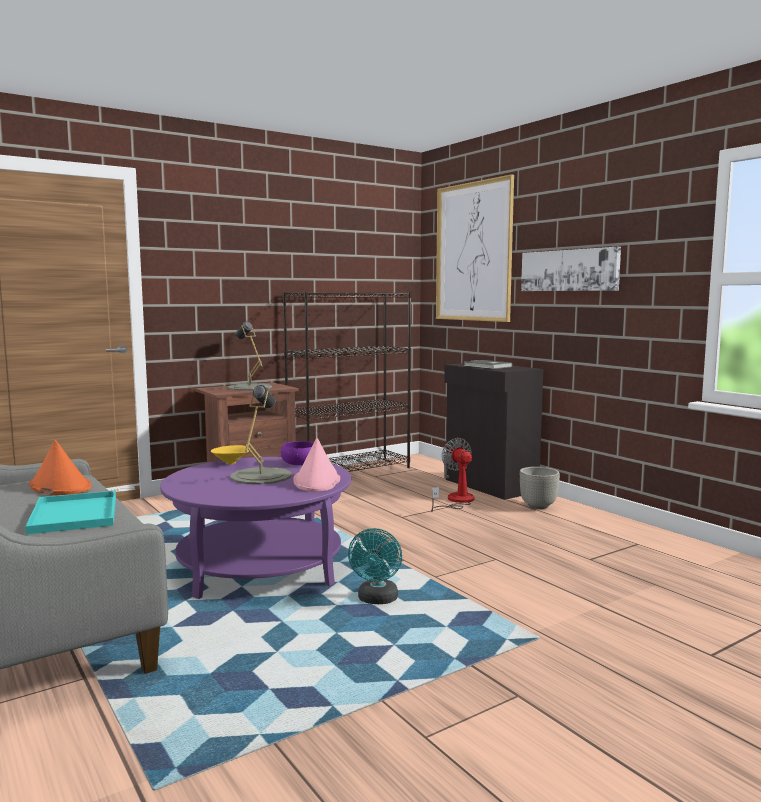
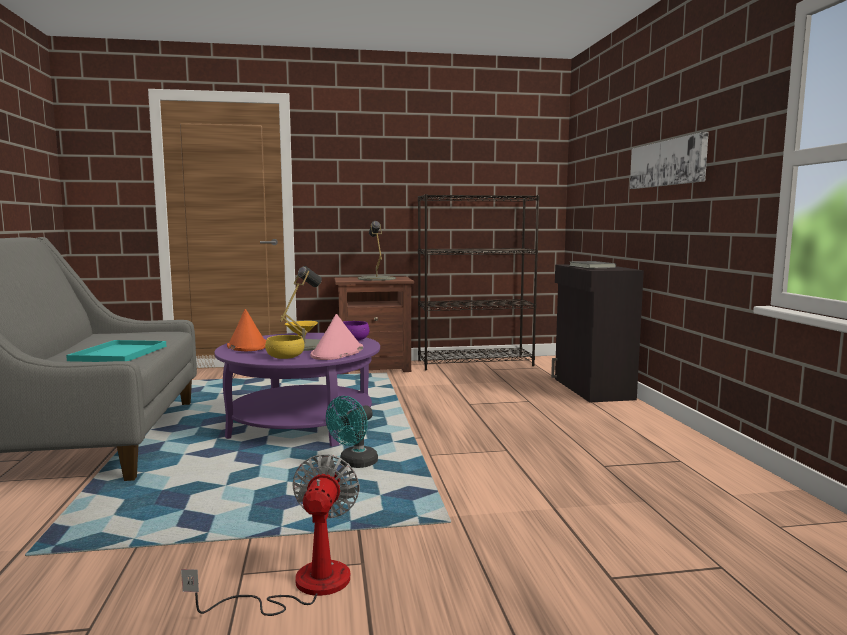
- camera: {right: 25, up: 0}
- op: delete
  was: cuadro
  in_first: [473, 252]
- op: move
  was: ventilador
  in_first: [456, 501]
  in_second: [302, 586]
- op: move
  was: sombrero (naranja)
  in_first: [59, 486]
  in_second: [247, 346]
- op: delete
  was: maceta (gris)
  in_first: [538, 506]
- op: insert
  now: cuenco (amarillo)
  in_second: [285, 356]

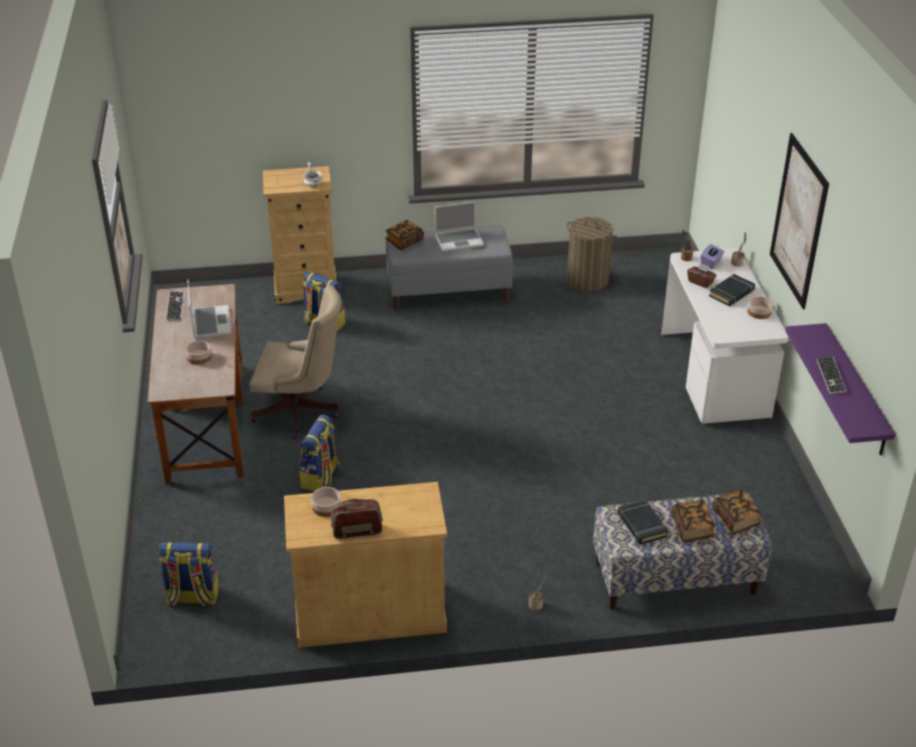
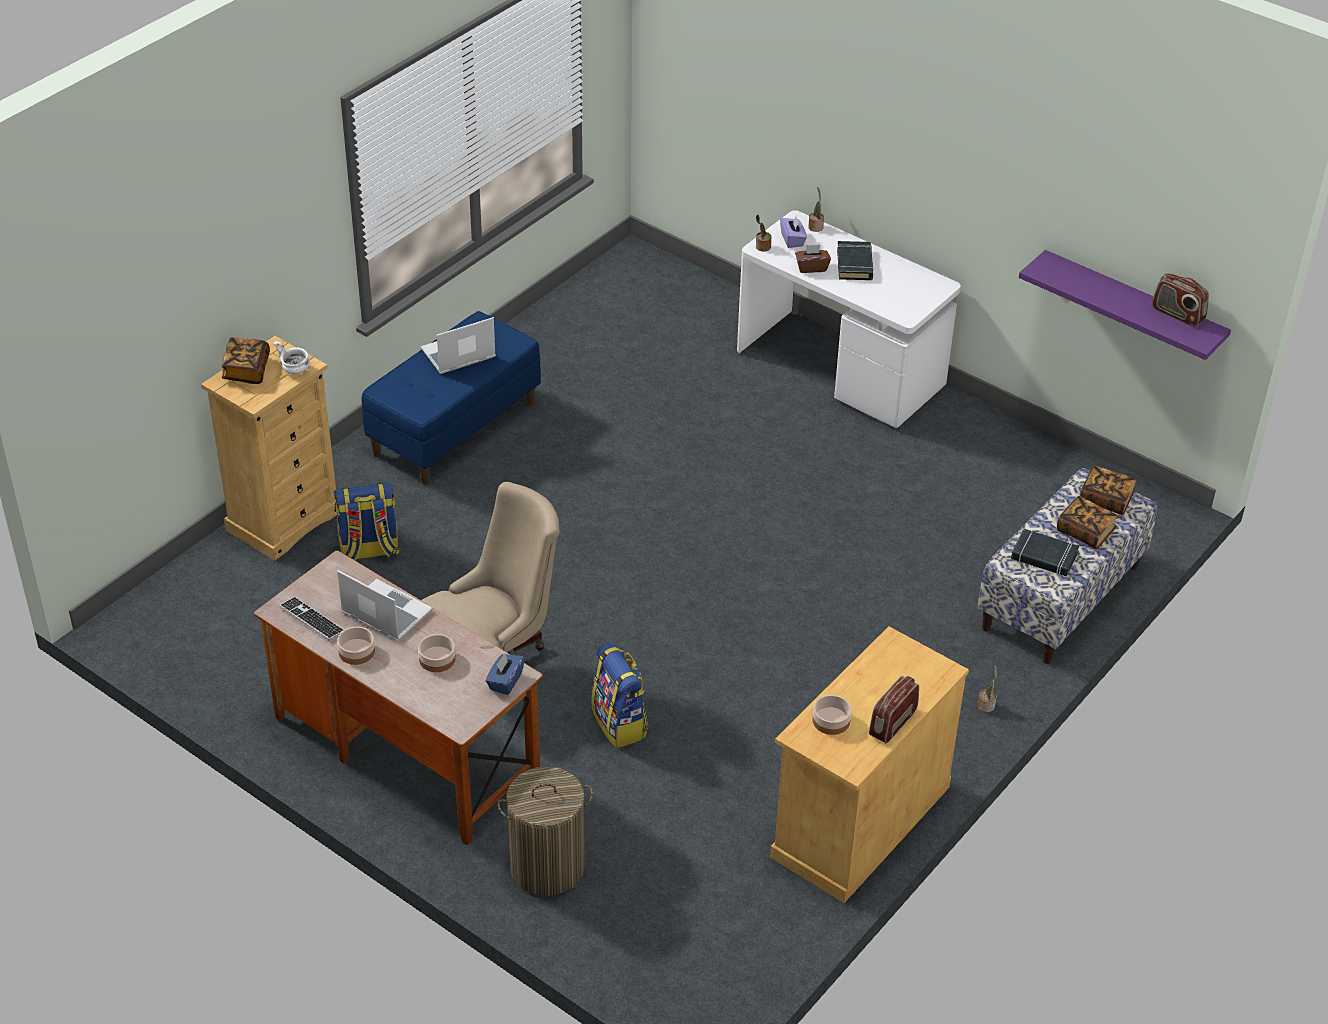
- camera: {right: -45, up: 5}
- op: delete
  was: cuadro
  in_first: [798, 221]
- op: rotate
  was: portátil
  in_first: [459, 240]
  in_second: [458, 354]
  clockwise: -150
- op: move
  was: cesto de la ropa
  in_first: [588, 280]
  in_second: [547, 866]
- op: move
  was: libro
  in_first: [404, 242]
  in_second: [246, 370]
- op: recolor
  was: banco (gris)
  now: banco (azul)
  in_first: [449, 291]
  in_second: [455, 428]
- op: move
  was: cuenco
  in_first: [759, 312]
  in_second: [357, 651]
- op: delete
  was: teclado
  in_first: [831, 376]
- op: delete
  was: mochila
  in_first: [192, 596]
- op: insert
  now: radio
  in_second: [1177, 315]
- op: insert
  now: caja de pañuelos (azul)
  in_second: [505, 682]

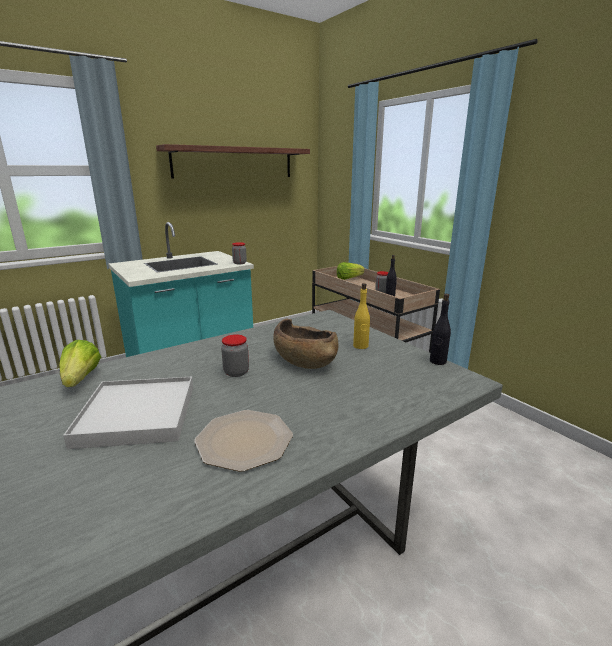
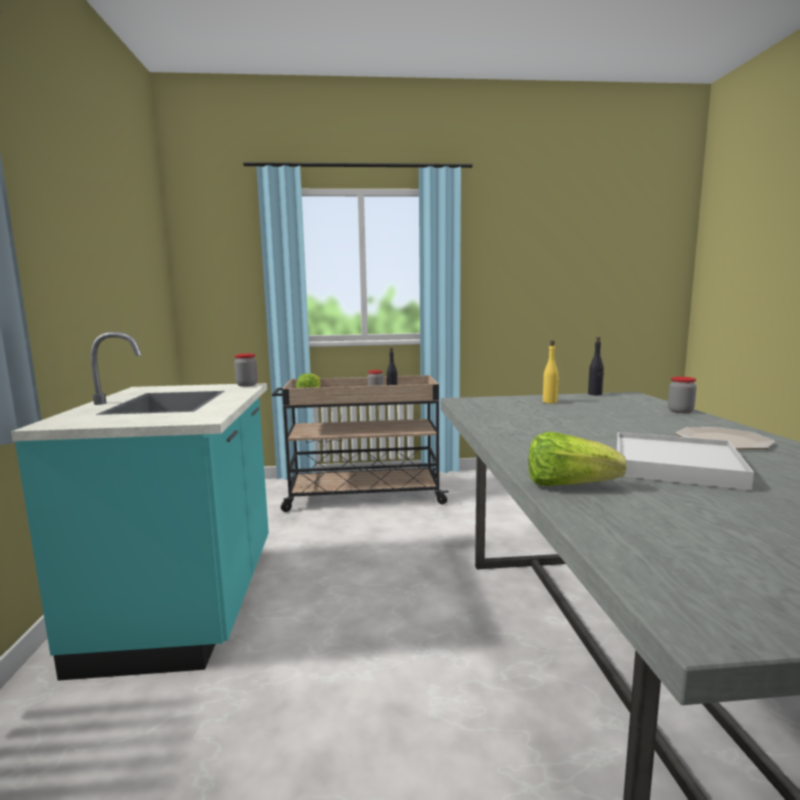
- camera: {right: -60, up: -10}
- op: delete
  was: estante
  in_first: [234, 162]
- op: delete
  was: cuenco (marrón)
  in_first: [304, 359]
- op: move
  was: tarro
  in_first: [236, 372]
  in_second: [680, 411]

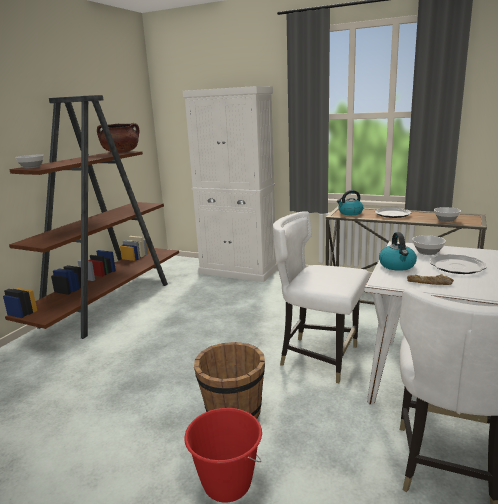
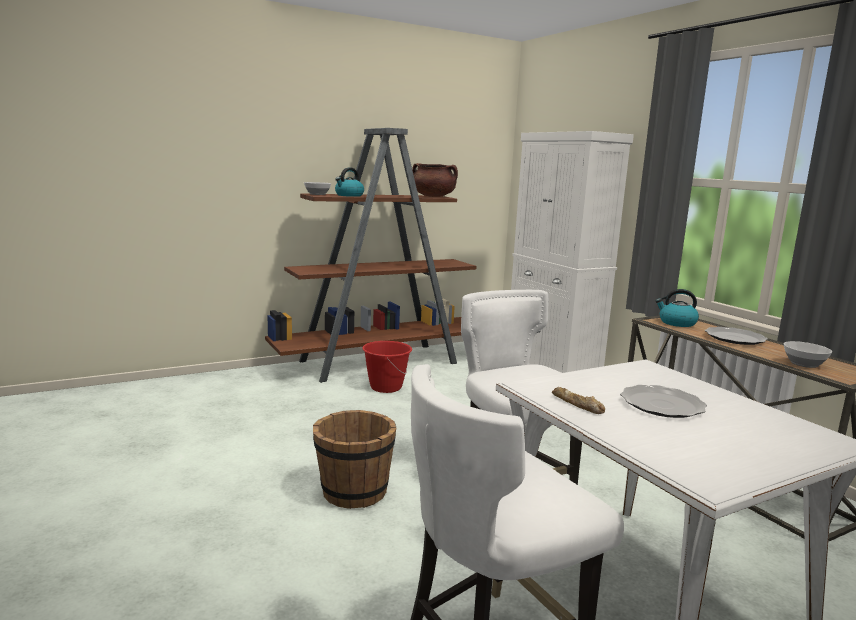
- camera: {right: 35, up: -5}
- op: move
  was: hervidor
  in_first: [397, 266]
  in_second: [349, 195]
- op: delete
  was: cuenco
  in_first: [427, 252]
- op: move
  was: cubo (rojo)
  in_first: [227, 484]
  in_second: [385, 387]

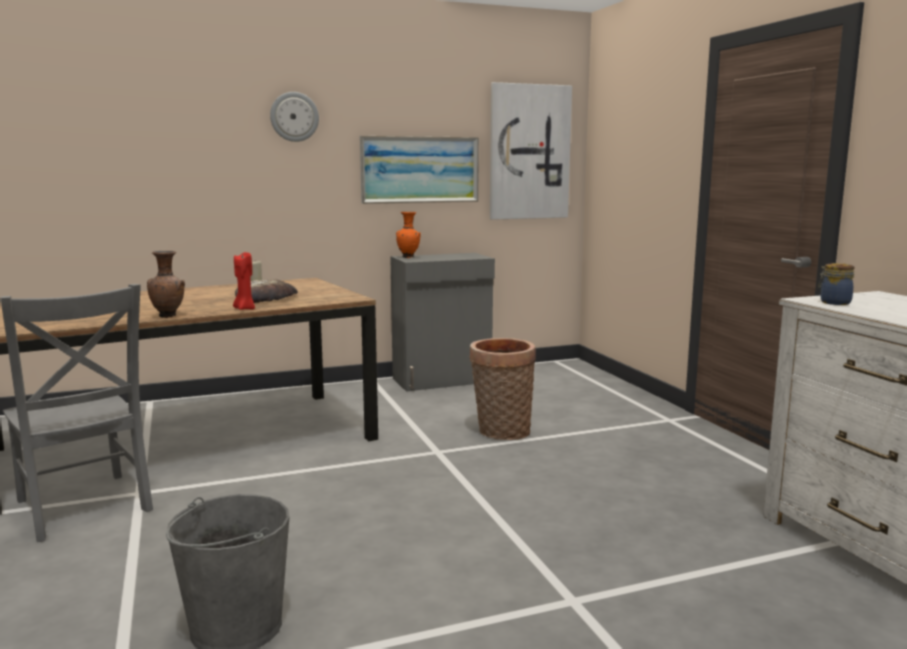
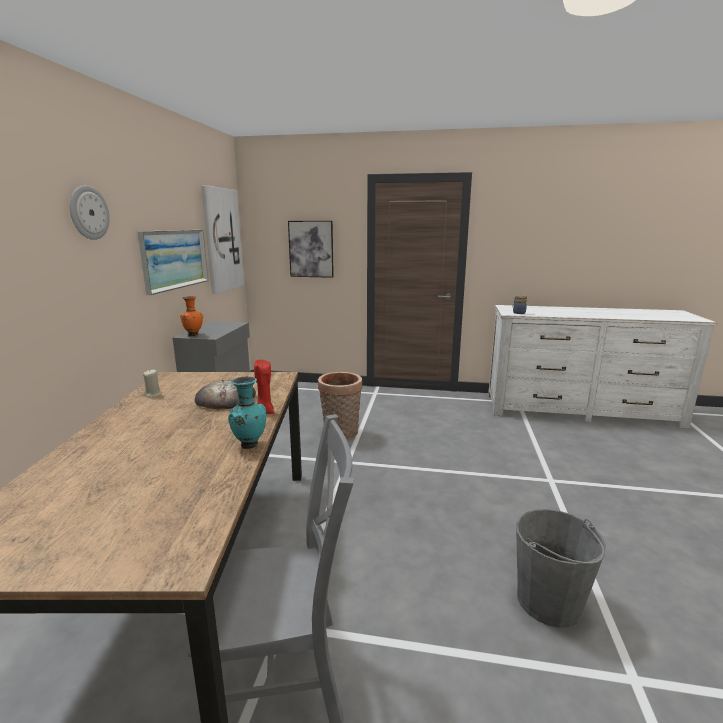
- camera: {right: -60, up: 5}
- op: recolor
  was: florero (marrón)
  now: florero (turquesa)
  in_first: [169, 316]
  in_second: [249, 445]
- op: insert
  now: cuadro
  in_second: [311, 249]

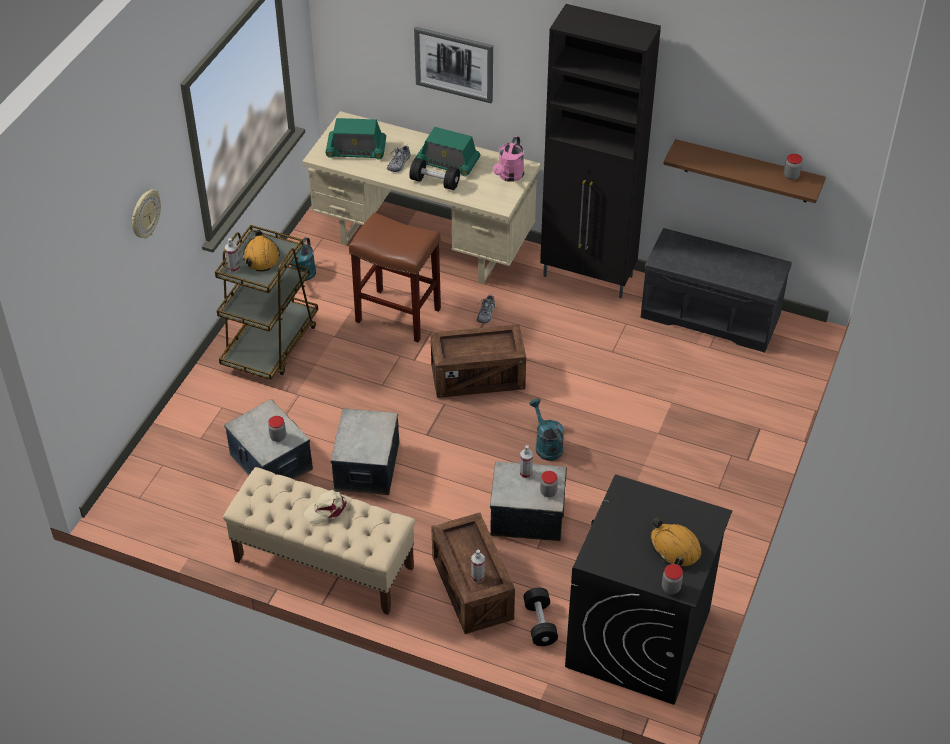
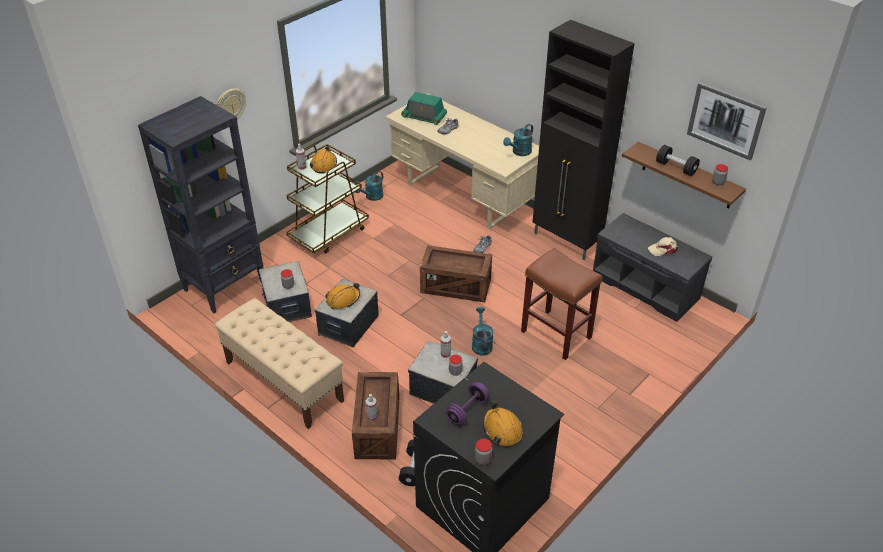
- camera: {right: 20, up: -5}
- op: move
  was: cuadro
  in_first: [454, 64]
  in_second: [725, 120]
- op: delete
  was: radio
  in_first: [447, 162]
- op: recolor
  was: regadera (rosa)
  now: regadera (turquesa)
  in_first: [509, 176]
  in_second: [519, 152]
- op: move
  was: mancuerna (negro)
  in_first: [434, 182]
  in_second: [676, 168]
- op: move
  was: taburete (marrón)
  in_first: [397, 315]
  in_second: [555, 334]
- op: move
  was: gorra (beis)
  in_first: [326, 509]
  in_second: [663, 249]
- op: insert
  now: estantería (negro)
  in_second: [225, 285]
- op: insert
  now: casco (naranja)
  in_second: [343, 299]
- op: insert
  now: mancuerna (morado)
  in_second: [467, 411]

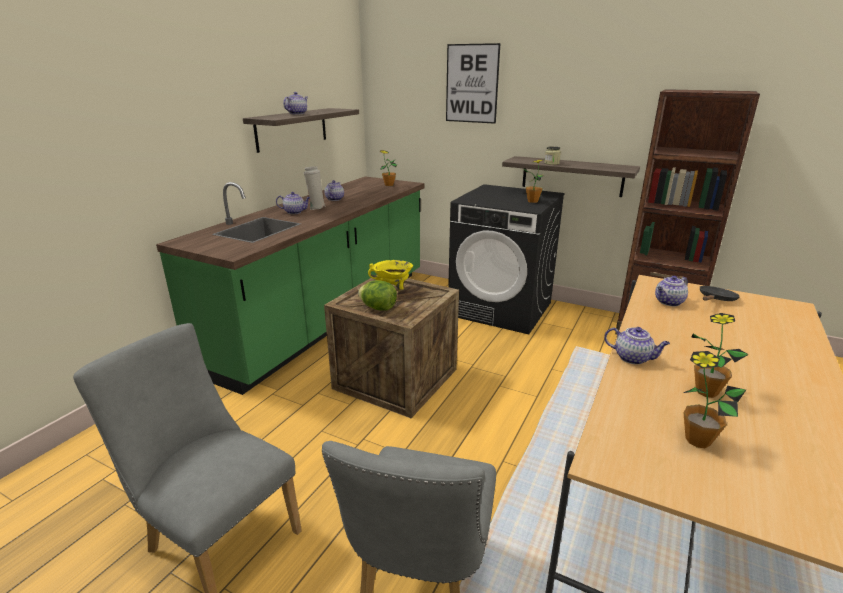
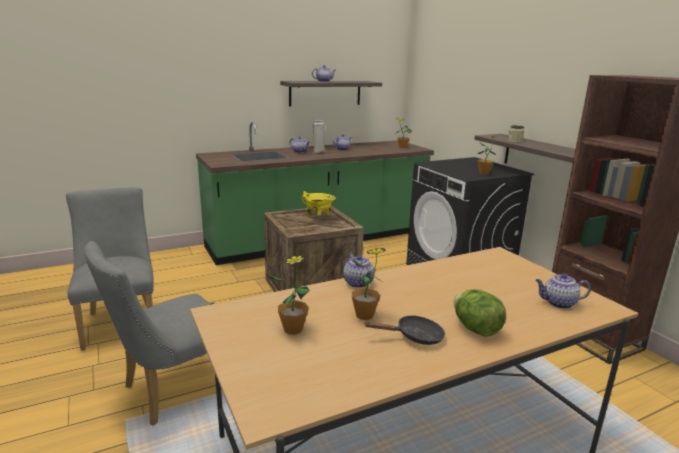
- camera: {right: 35, up: -5}
- op: delete
  was: cuadro
  in_first: [472, 84]
- op: move
  was: tetera
  in_first: [668, 302]
  in_second: [558, 303]
- op: move
  was: lechuga
  in_first: [378, 308]
  in_second: [475, 329]
- op: move
  was: sartén (negro)
  in_first: [715, 299]
  in_second: [414, 337]

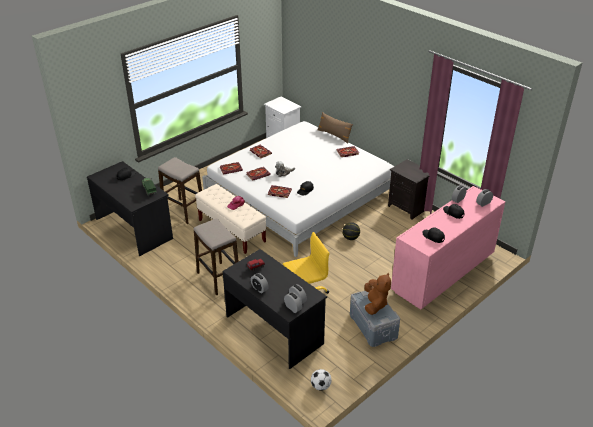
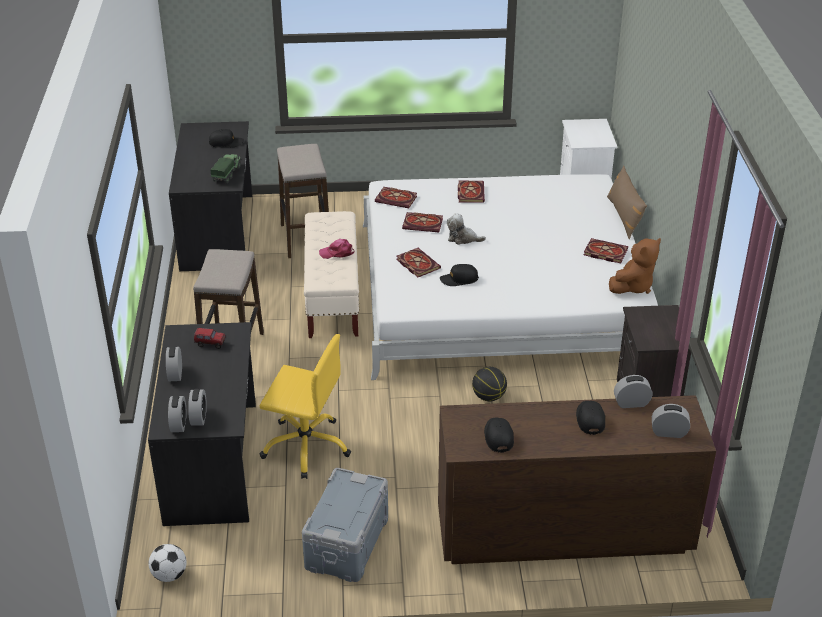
- camera: {right: 40, up: 0}
- op: recolor
  was: cómoda (rosa)
  now: cómoda (marrón)
  in_first: [442, 274]
  in_second: [562, 533]
- op: move
  was: peluche (marrón)
  in_first: [375, 304]
  in_second: [633, 286]

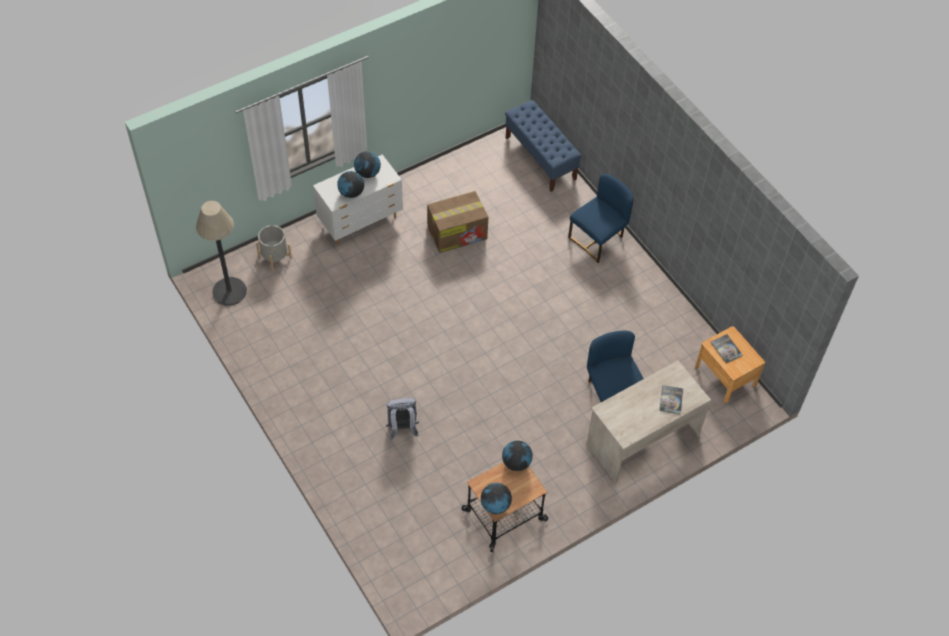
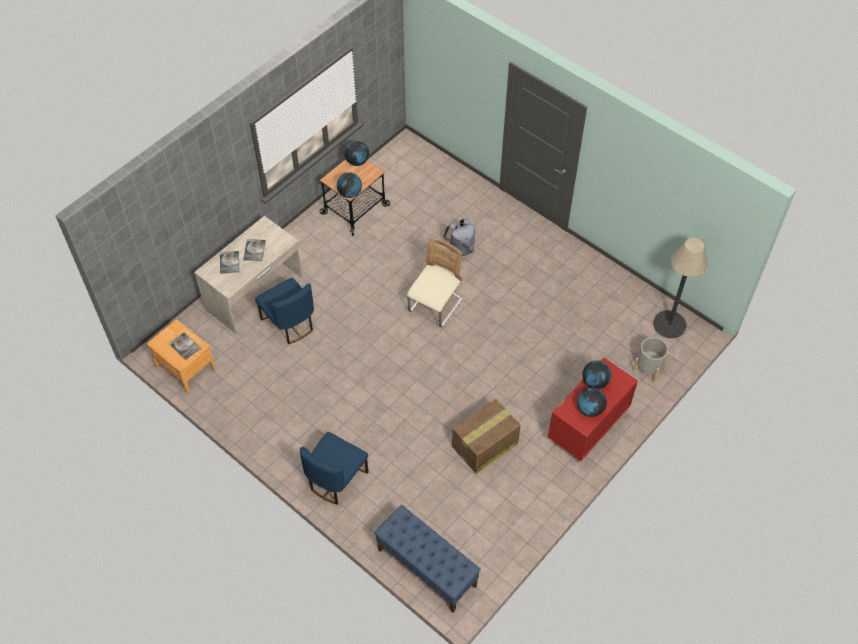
- camera: {right: 165, up: 0}
- op: recolor
  was: cómoda (blanco)
  now: cómoda (rojo)
  in_first: [361, 222]
  in_second: [586, 430]
- op: insert
  now: silla (beis)
  in_second: [435, 306]
- op: insert
  now: libro
  in_second: [254, 250]

